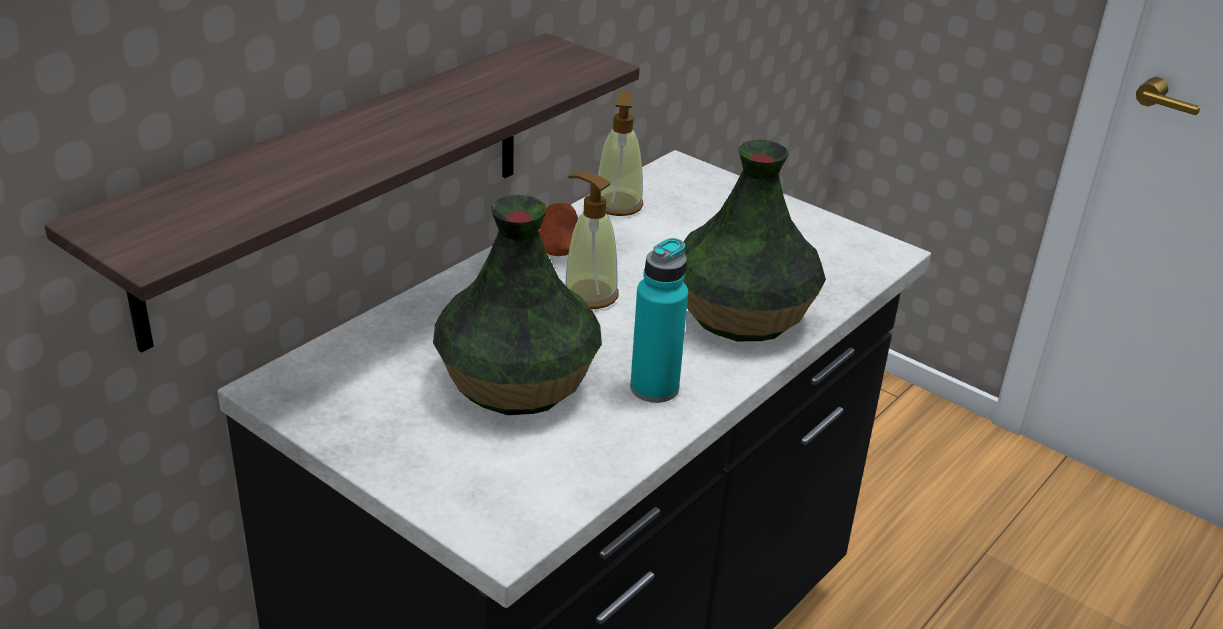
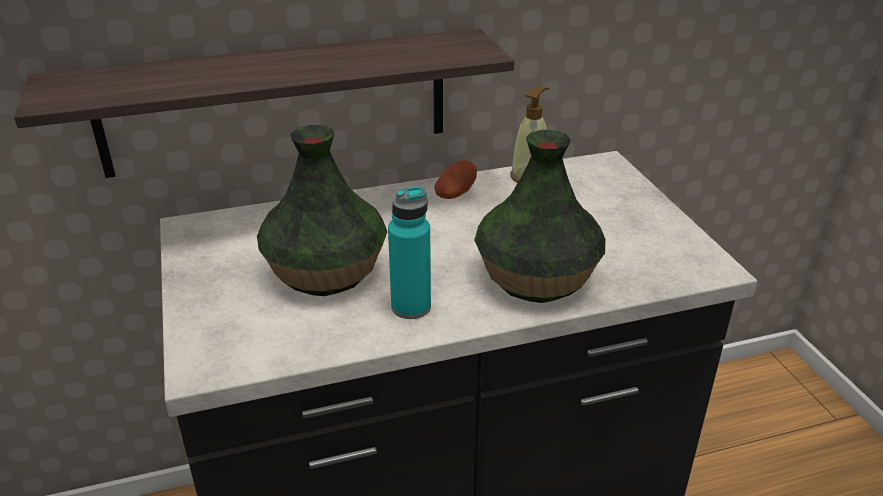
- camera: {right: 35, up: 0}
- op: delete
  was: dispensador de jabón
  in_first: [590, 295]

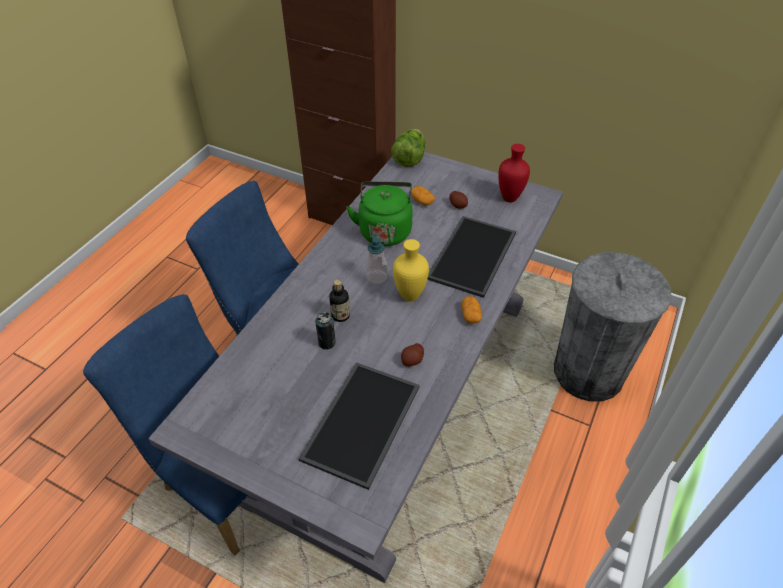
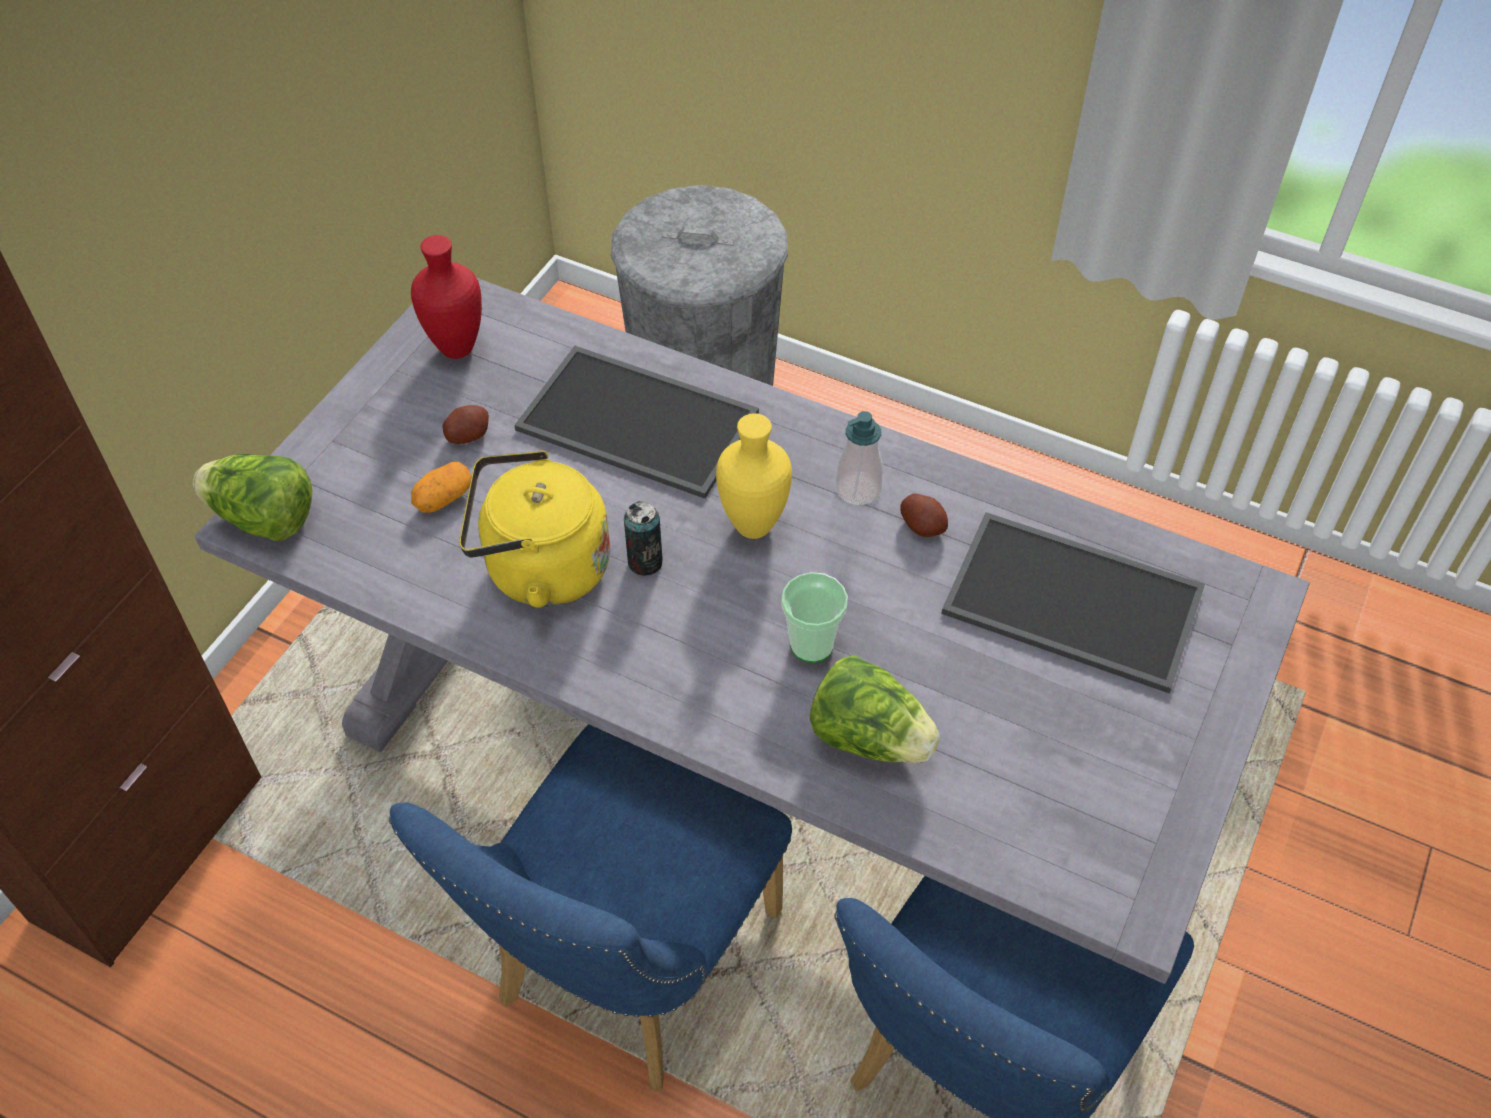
- camera: {right: -90, up: 5}
- op: recolor
  was: hervidor (verde)
  now: hervidor (amarillo)
  in_first: [385, 230]
  in_second: [540, 569]
- op: move
  was: dispensador de jabón
  in_first: [376, 277]
  in_second: [858, 489]
- op: replace
  was: botella
  now: taza
  in_first: [340, 315]
  in_second: [811, 645]
- op: delete
  was: patata
  in_first: [470, 315]
- op: move
  was: lata
  in_first: [327, 342]
  in_second: [645, 562]
- op: insert
  now: lechuga
  in_second: [869, 737]

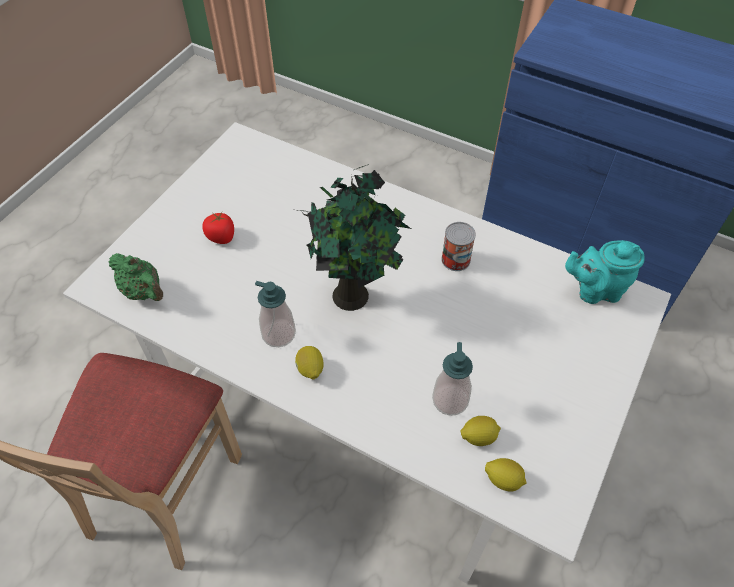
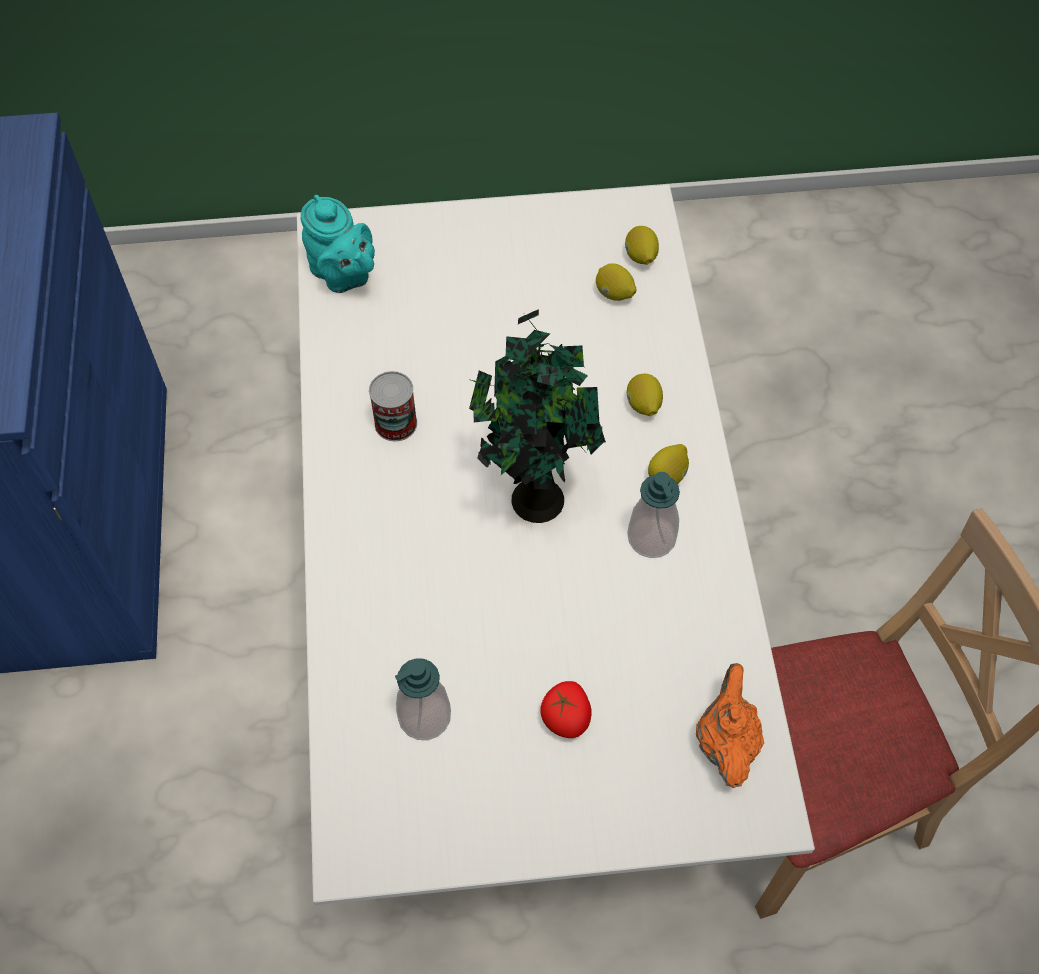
- camera: {right: -125, up: 5}
- op: recolor
  was: tetera (verde)
  now: tetera (naranja)
  in_first: [144, 291]
  in_second: [725, 741]
- op: move
  was: dispensador de jabón
  in_first: [450, 400]
  in_second: [424, 717]
- op: insert
  now: limón
  in_second: [643, 405]

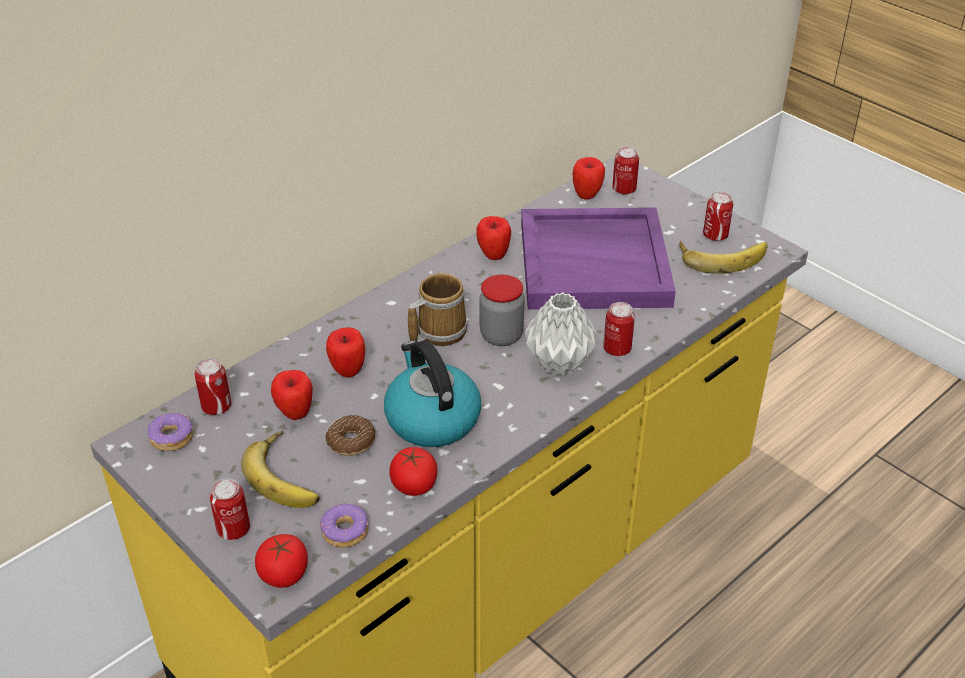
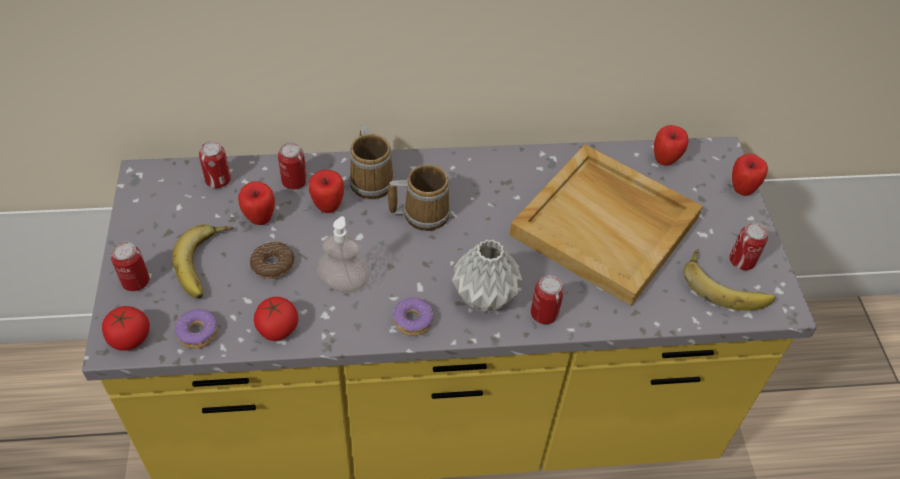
- camera: {right: 35, up: 10}
- op: move
  was: lata
  in_first: [624, 189]
  in_second: [294, 182]
- op: recolor
  was: bandeja (morado)
  now: bandeja (beis)
  in_first: [595, 263]
  in_second: [606, 226]
- op: move
  was: manzana
  in_first: [493, 256]
  in_second: [741, 189]
- op: delete
  was: tarro
  in_first: [501, 335]
- op: replace
  was: hervidor
  now: dispensador de jabón
  in_first: [431, 418]
  in_second: [344, 283]
- op: move
  was: rosquilla
  in_first: [171, 438]
  in_second: [412, 320]
- op: insert
  now: taza grande
  in_second: [372, 180]

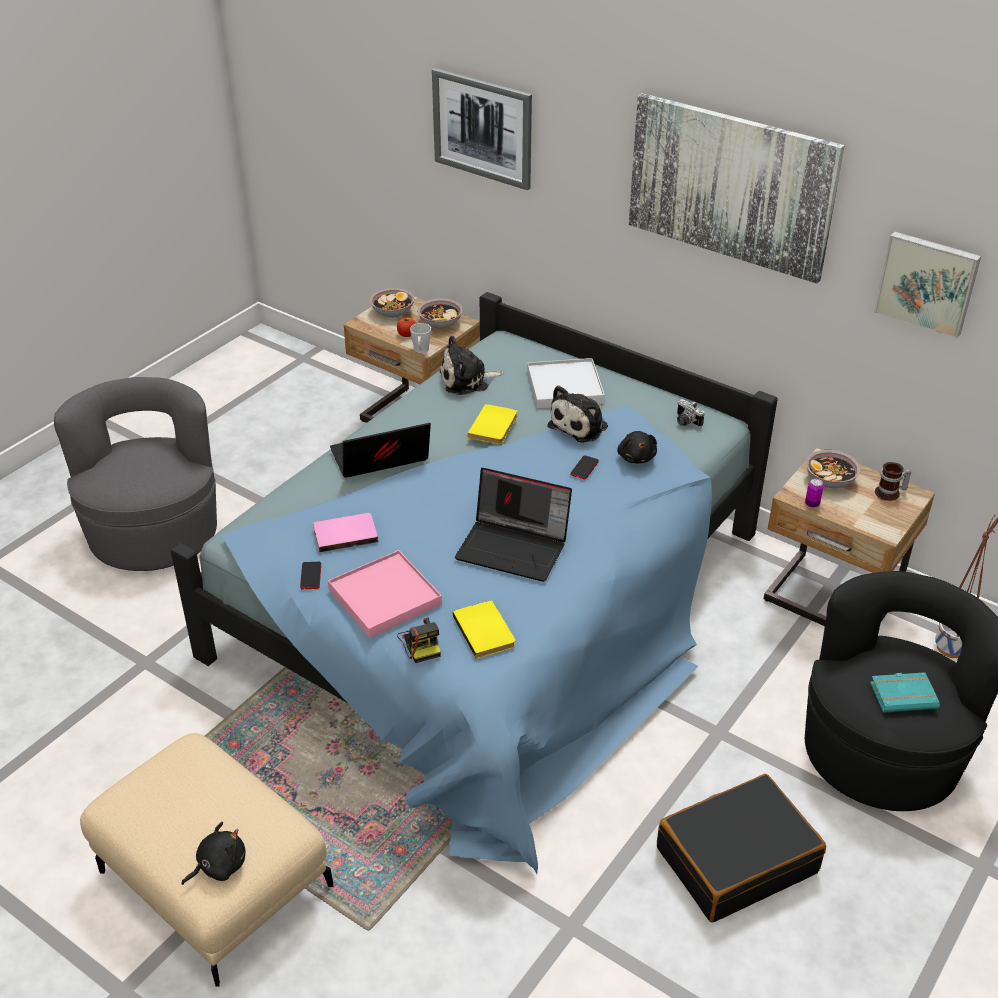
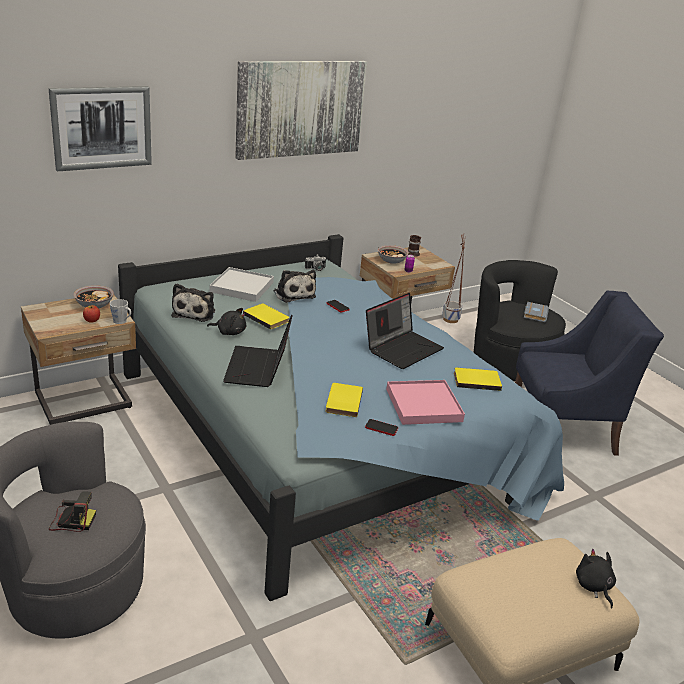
- camera: {right: -70, up: -10}
- op: delete
  was: cuadro
  in_first: [927, 282]
- op: delete
  was: cuenco
  in_first: [392, 312]
- op: move
  was: peluche (negro)
  in_first: [636, 457]
  in_second: [229, 332]
- op: recolor
  was: libro (rosa)
  now: libro (amarillo)
  in_first: [345, 533]
  in_second: [342, 401]
- op: move
  was: cámara
  in_first: [421, 643]
  in_second: [71, 520]
- op: recolor
  was: libro (turquesa)
  now: libro (gris)
  in_first: [904, 695]
  in_second: [534, 314]
- op: replace
  was: maleta (negro)
  now: sillón (azul)
  in_first: [736, 859]
  in_second: [564, 427]

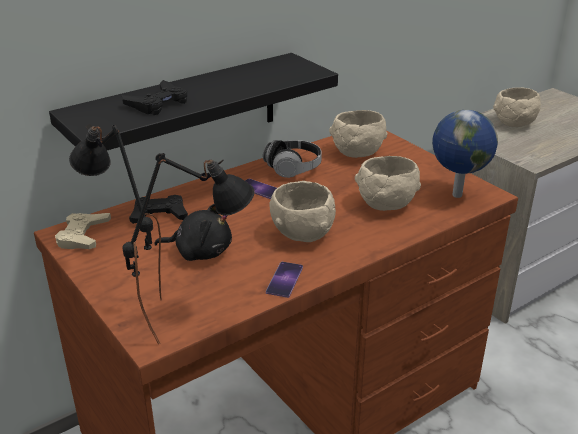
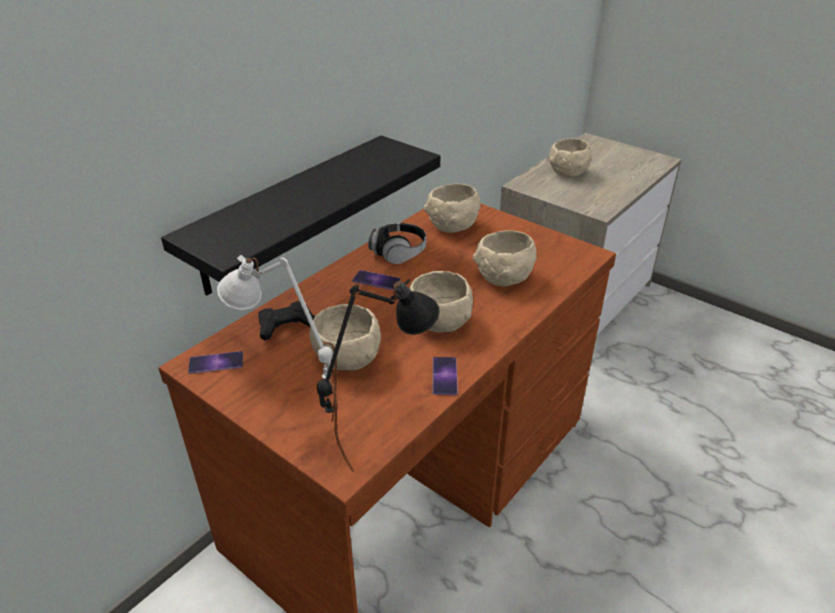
- camera: {right: -15, up: 5}
- op: delete
  was: mando de consola (negro)
  in_first: [158, 103]
- op: delete
  was: globo terráqueo
  in_first: [455, 195]
- op: recolor
  was: lámpara de mesa (negro)
  now: lámpara de mesa (blanco)
  in_first: [127, 286]
  in_second: [290, 413]
- op: replace
  was: peluche (negro)
  now: cuenco (beis)
  in_first: [200, 252]
  in_second: [347, 360]
- op: replace
  was: mando de consola (beis)
  now: móvil
  in_first: [83, 236]
  in_second: [216, 363]

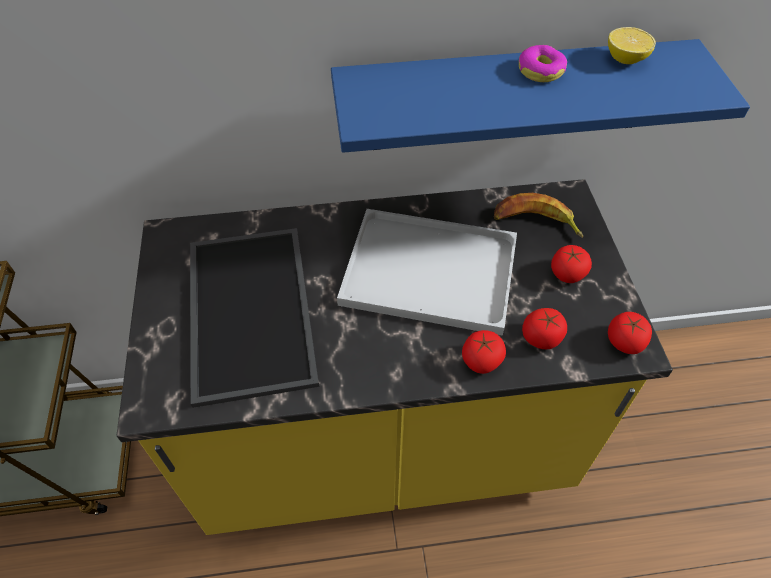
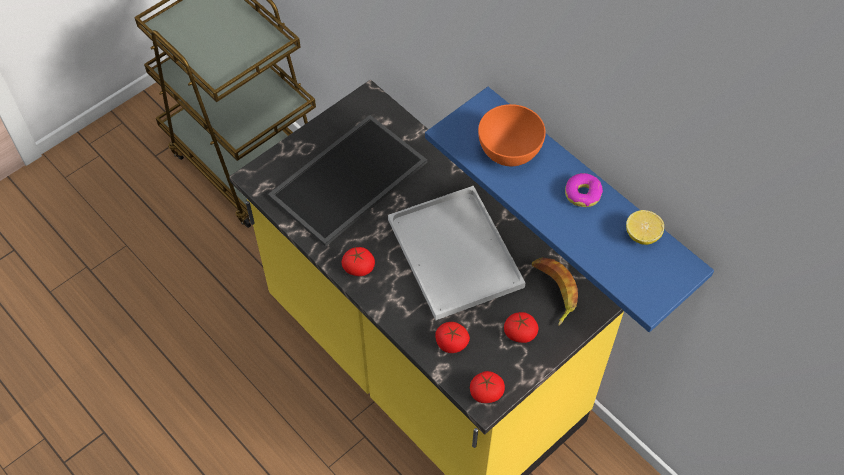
- camera: {right: 55, up: 5}
- op: move
  was: tomate
  in_first: [481, 360]
  in_second: [359, 267]
- op: insert
  now: cuenco (naranja)
  in_second: [509, 152]

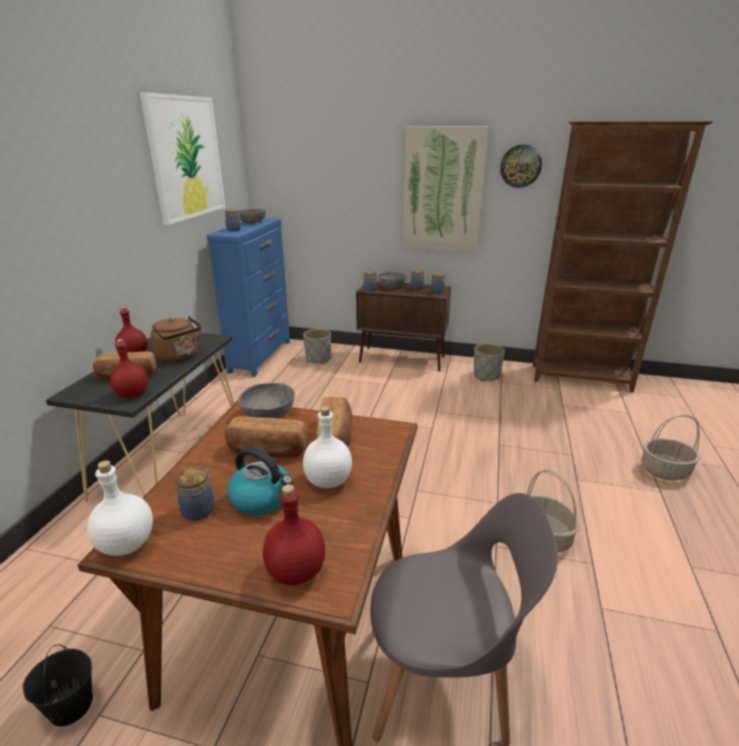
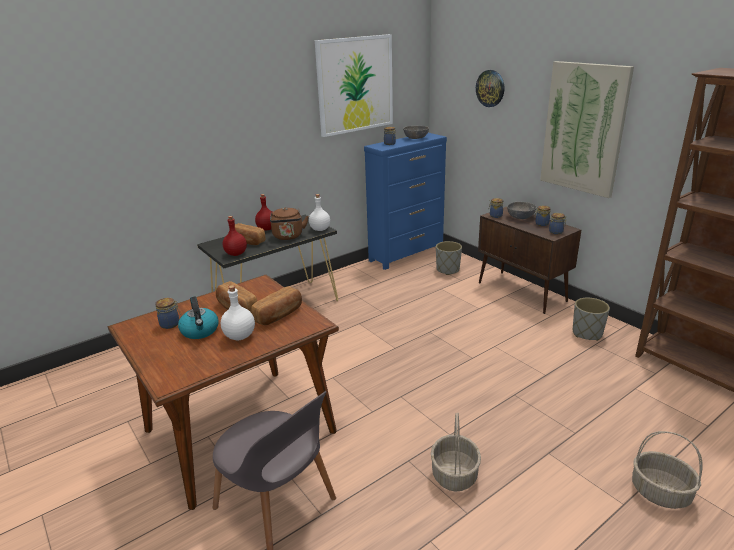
- camera: {right: 40, up: 0}
- op: move
  was: reloj de pared
  in_first: [520, 166]
  in_second: [490, 88]
- op: delete
  was: cuenco (gris)
  in_first: [269, 414]
- op: move
  was: botella (blanco)
  in_first: [127, 544]
  in_second: [320, 229]
- op: delete
  was: botella (rojo)
  in_first: [295, 571]
- op: delete
  was: cubo (negro)
  in_first: [70, 706]

